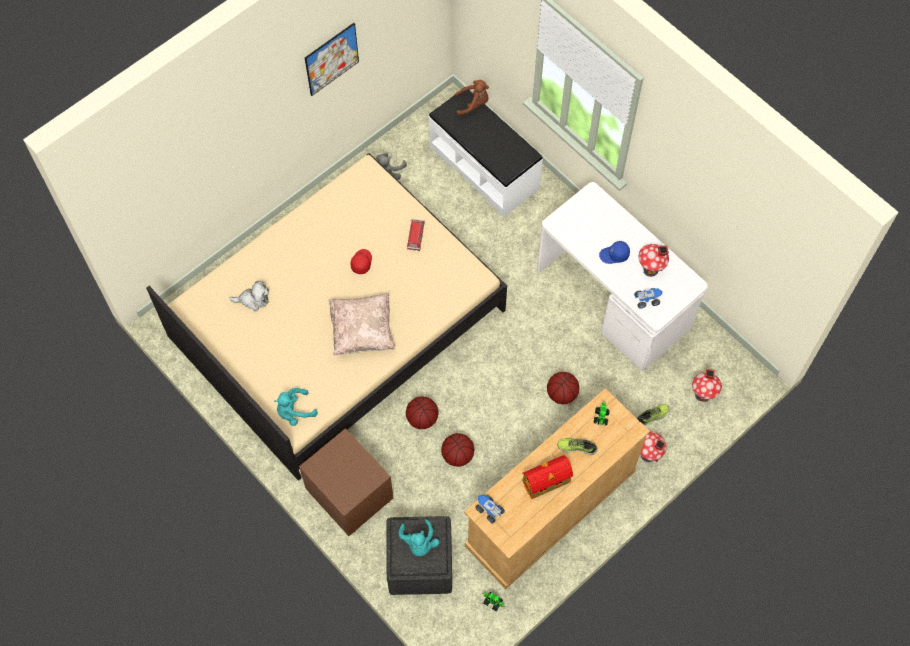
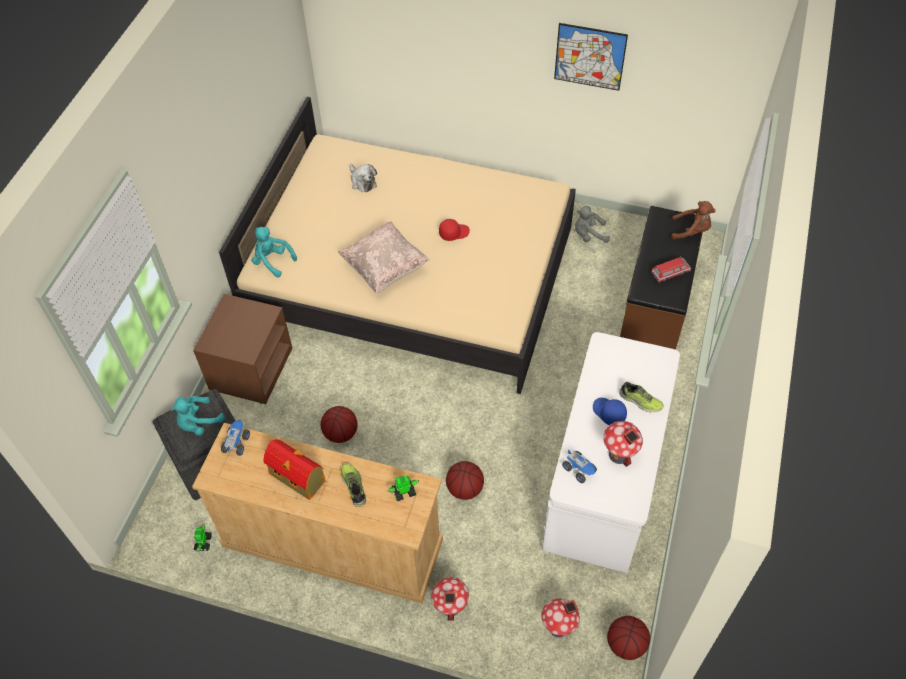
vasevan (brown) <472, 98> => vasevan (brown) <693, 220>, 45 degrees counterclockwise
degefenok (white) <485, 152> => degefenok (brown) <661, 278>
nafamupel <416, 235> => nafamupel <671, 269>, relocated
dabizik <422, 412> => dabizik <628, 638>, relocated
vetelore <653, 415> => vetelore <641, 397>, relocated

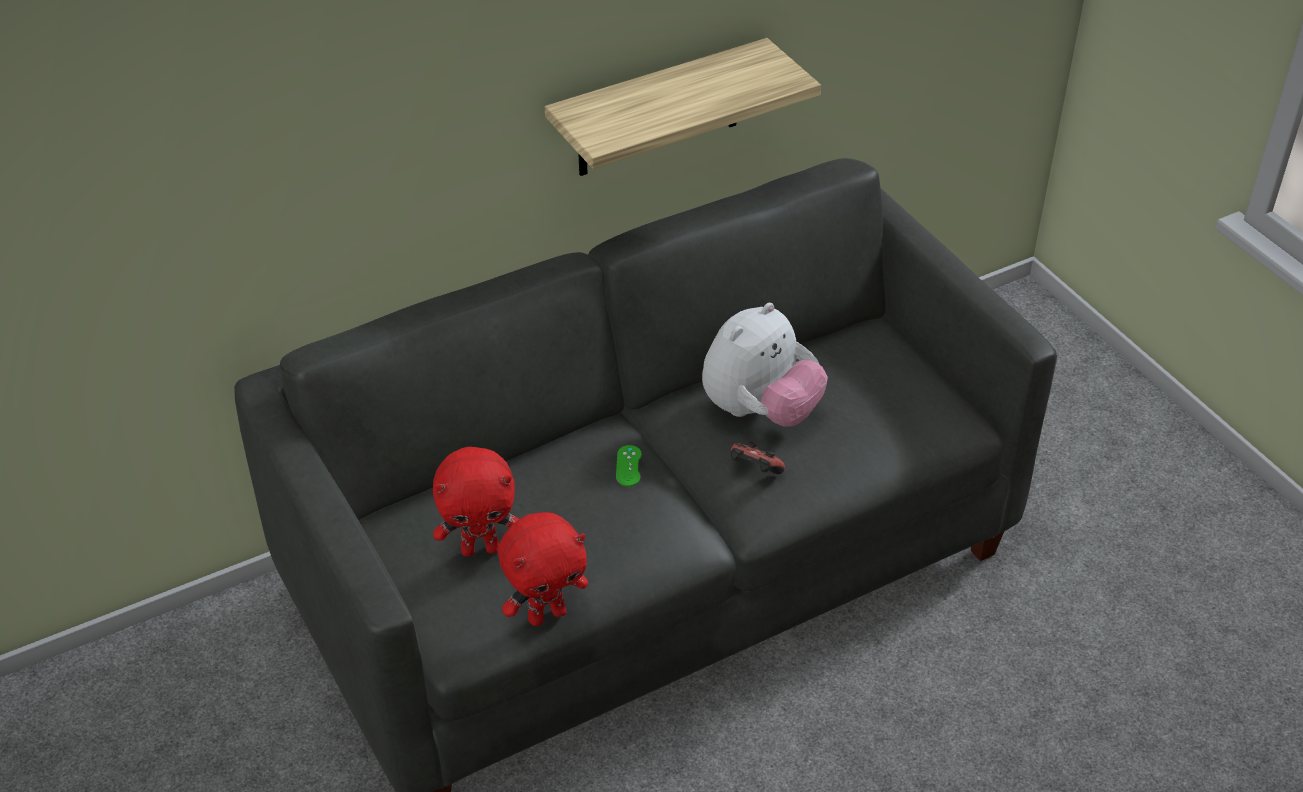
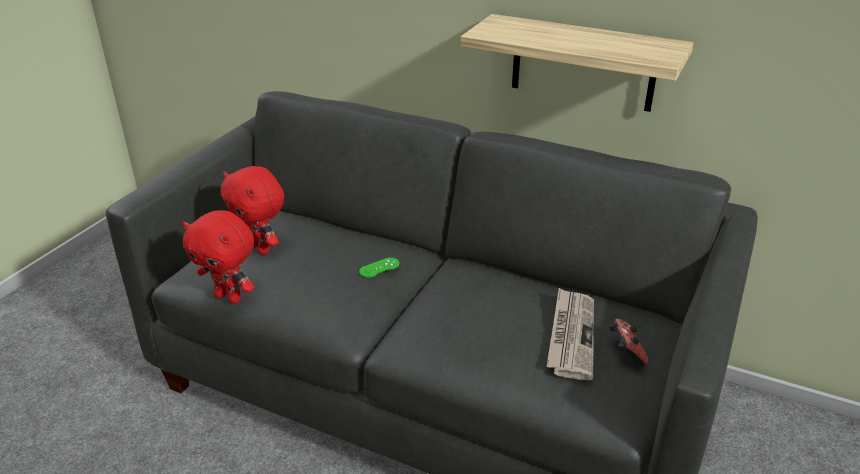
vasevan <765, 365> => nothing
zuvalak <758, 458> => zuvalak <628, 342>, relocated
nothing => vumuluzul <570, 334>

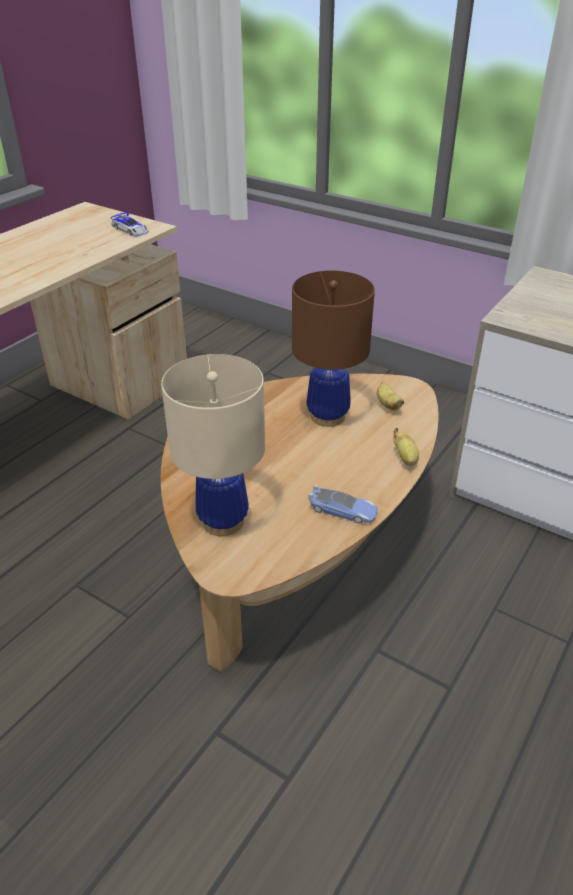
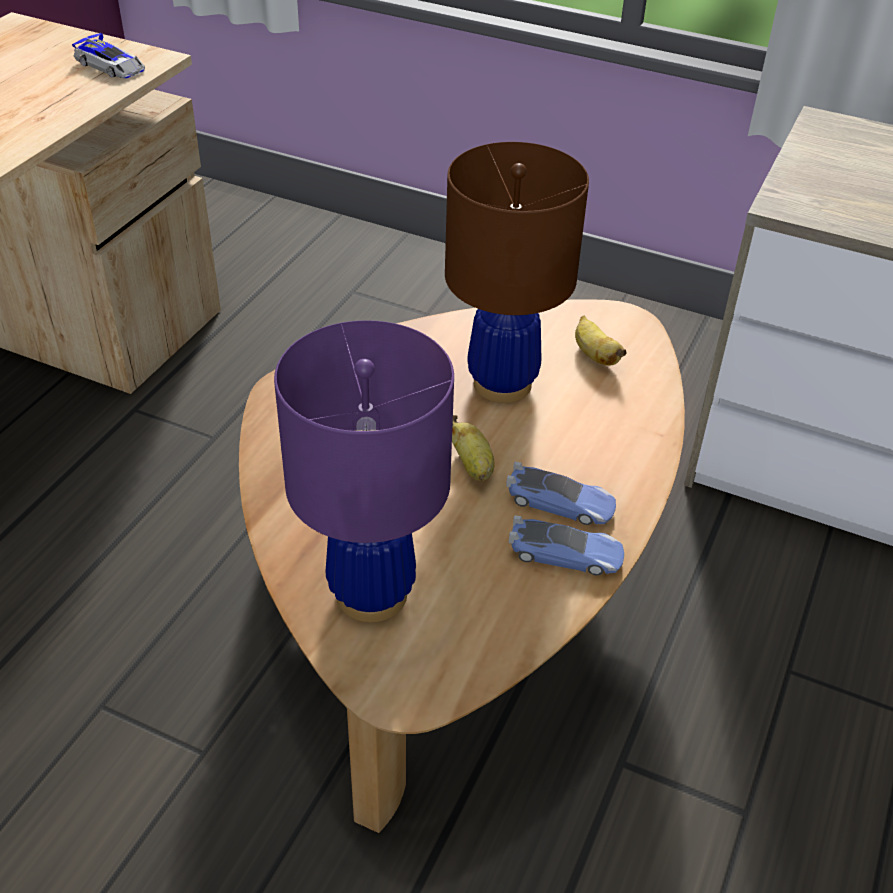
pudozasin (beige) <213, 445> => pudozasin (purple) <364, 471>
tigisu <406, 447> => tigisu <473, 448>, relocated
nothing => nafamupel <561, 493>

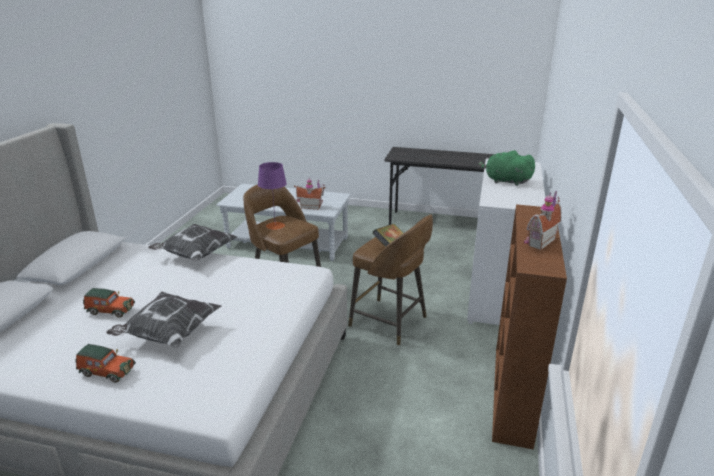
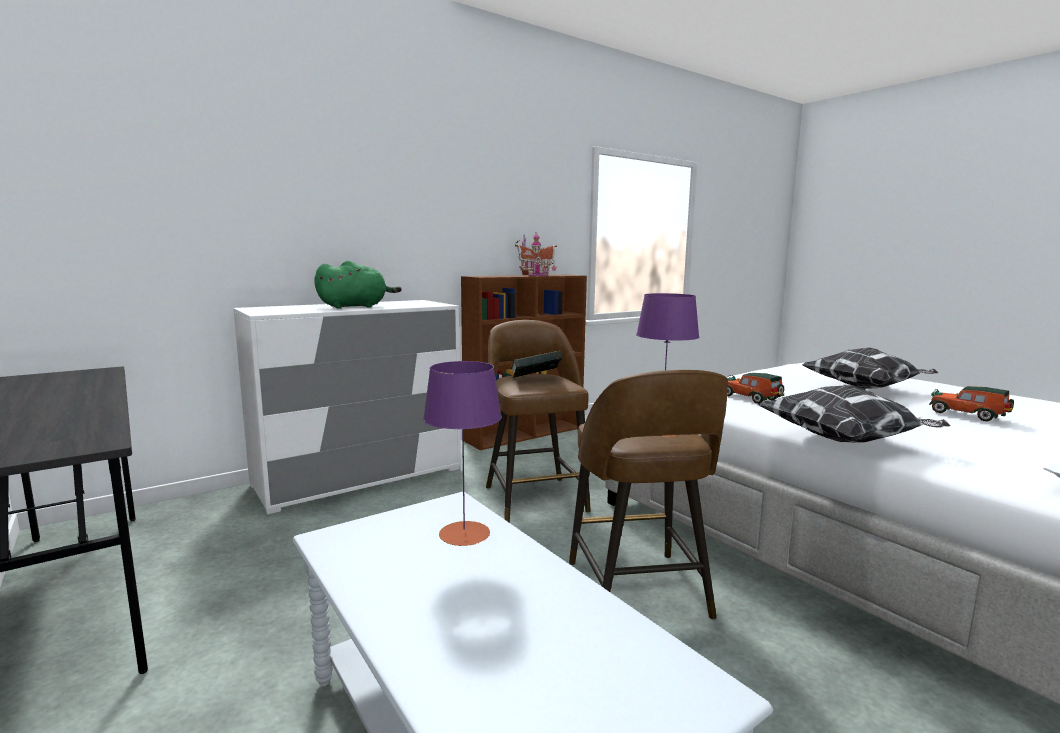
vasevan (green) <507, 168> => vasevan (green) <358, 285>, 90 degrees counterclockwise
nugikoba <310, 193> => pudozasin (purple) <462, 453>
nafamupel <106, 363> => nafamupel <755, 388>, relocated

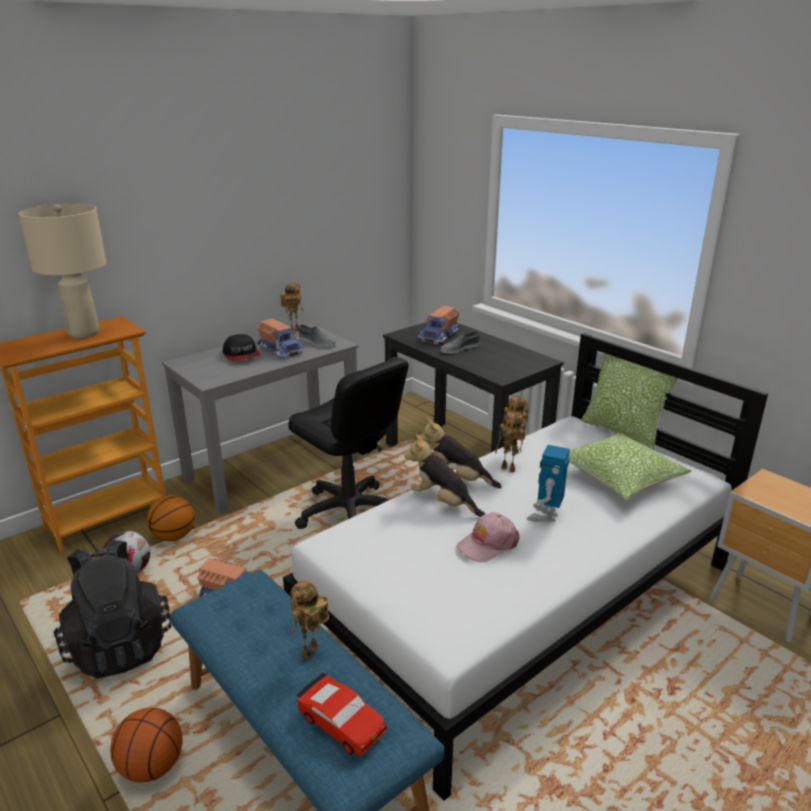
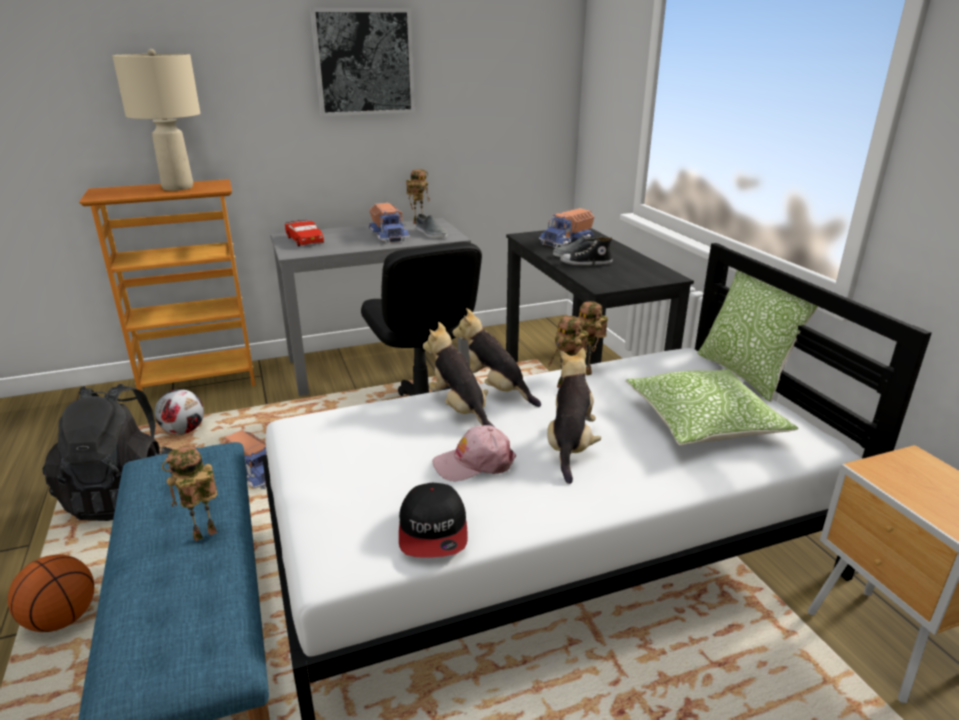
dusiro <241, 347> => dusiro <433, 520>, relocated
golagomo <548, 483> => vasevan <574, 416>
dabizik <171, 518> => nothing
nafamupel (red) <341, 714> => nafamupel (red) <304, 233>, relocated
nothing => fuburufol <362, 62>
nothing => vetelore <586, 251>

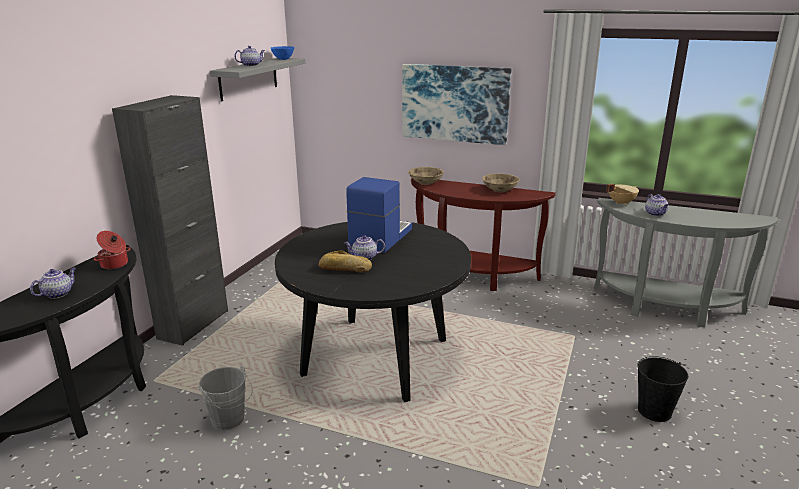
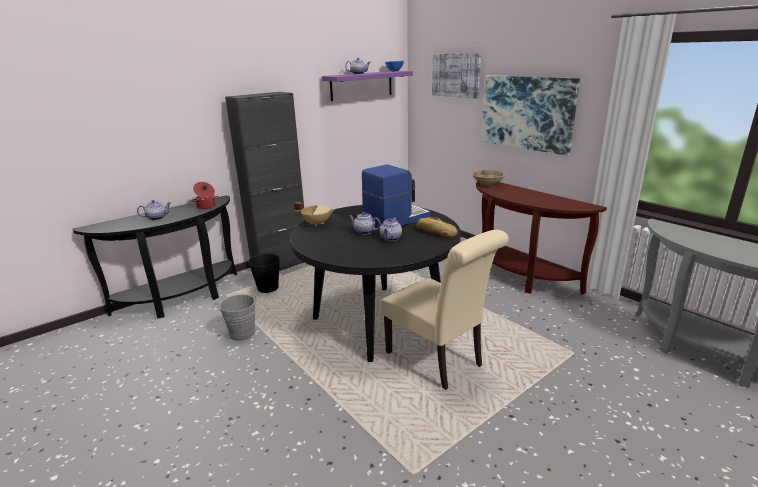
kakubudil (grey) <258, 79> => kakubudil (purple) <367, 86>
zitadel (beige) <500, 182> => nothing
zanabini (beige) <622, 194> => zanabini (beige) <314, 214>, relocated
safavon <657, 205> => safavon <391, 229>, relocated
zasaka <345, 261> => zasaka <437, 227>, relocated
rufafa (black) <662, 389> => rufafa (black) <264, 273>, relocated
nothing => fuburufol <456, 76>
nothing => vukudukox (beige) <444, 310>

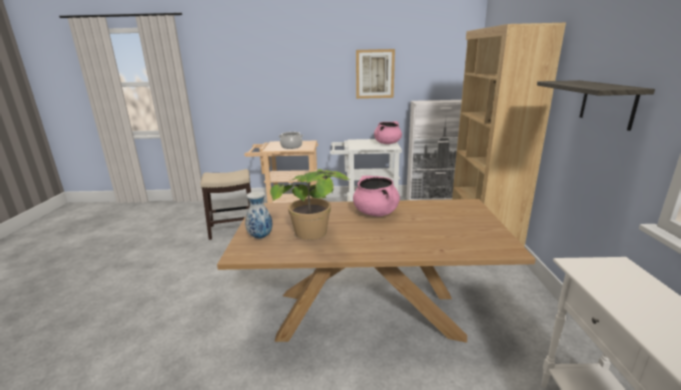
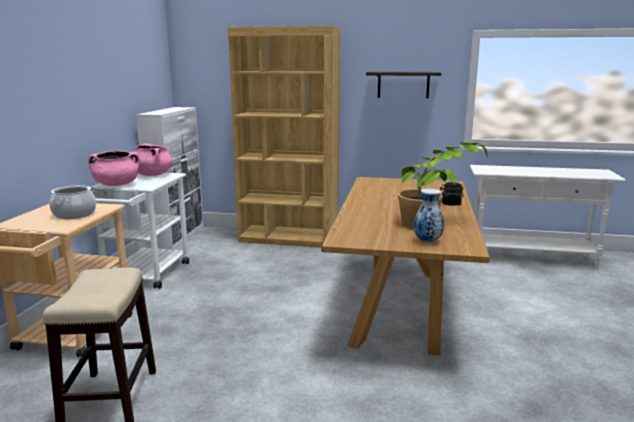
fuburufol <375, 74> => nothing
zanabini (pink) <376, 196> => zanabini (pink) <114, 168>, relocated
nothing => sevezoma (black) <452, 194>

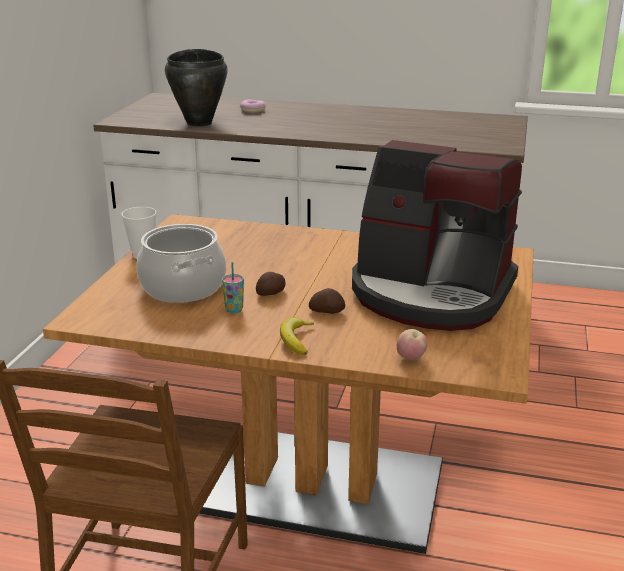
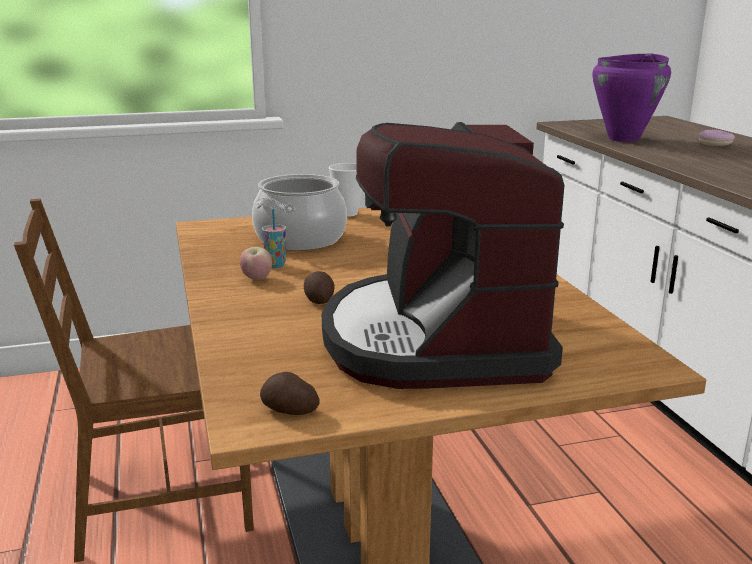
zanabini (black) <196, 87> => zanabini (purple) <631, 97>
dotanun <271, 284> => dotanun <290, 393>, relocated
tigisu <297, 336> => nothing
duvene <412, 344> => duvene <256, 263>, relocated

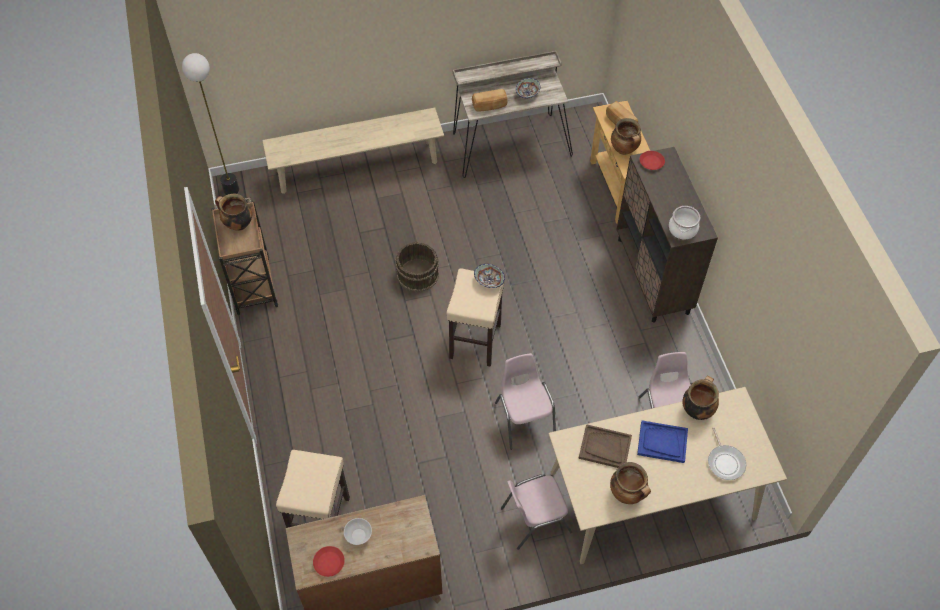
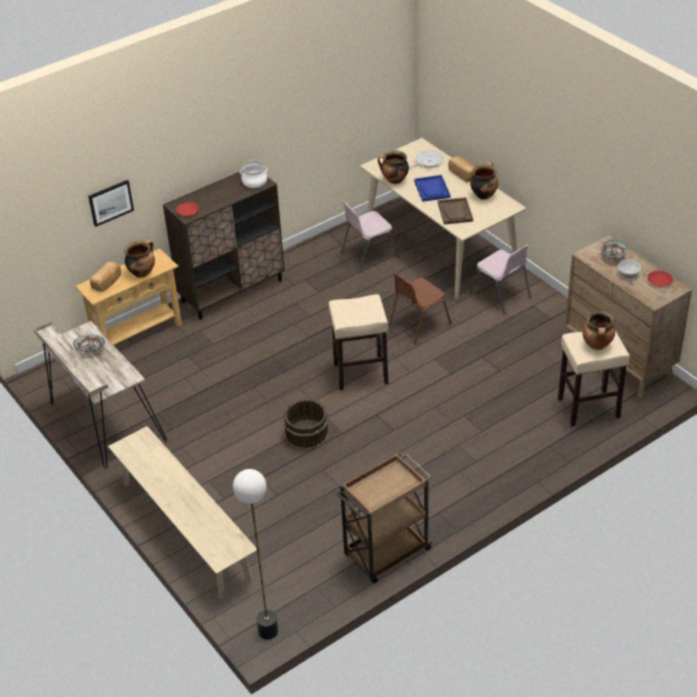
zasaka <490, 100> => zasaka <461, 169>, relocated
zanabini <233, 212> => zanabini <599, 330>, relocated
zitadel <489, 276> => zitadel <614, 250>, relocated
vukudukox (pink) <525, 401> => vukudukox (brown) <420, 308>
nothing => fuburufol <111, 203>

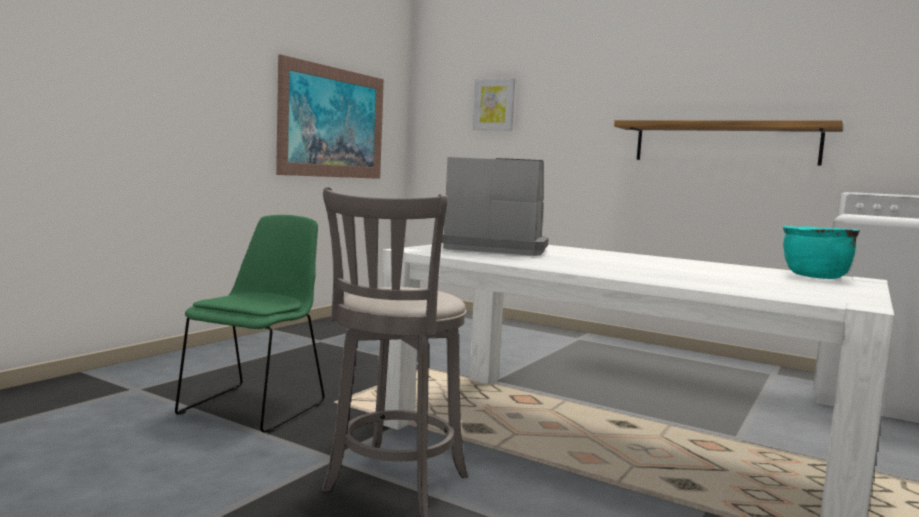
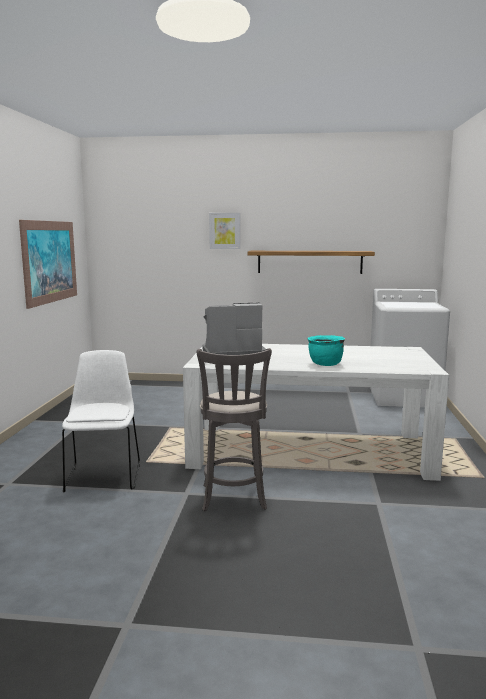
fuburufol <494, 104> => fuburufol <224, 231>, relocated
vukudukox (green) <250, 324> => vukudukox (white) <101, 421>
zanabini (turquoise) <821, 252> => zanabini (turquoise) <326, 350>, relocated

